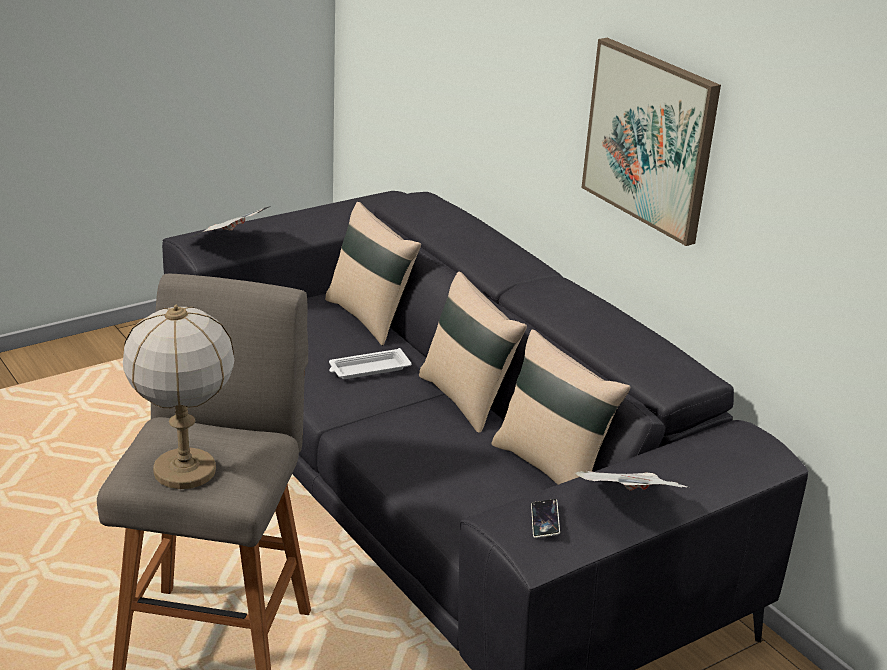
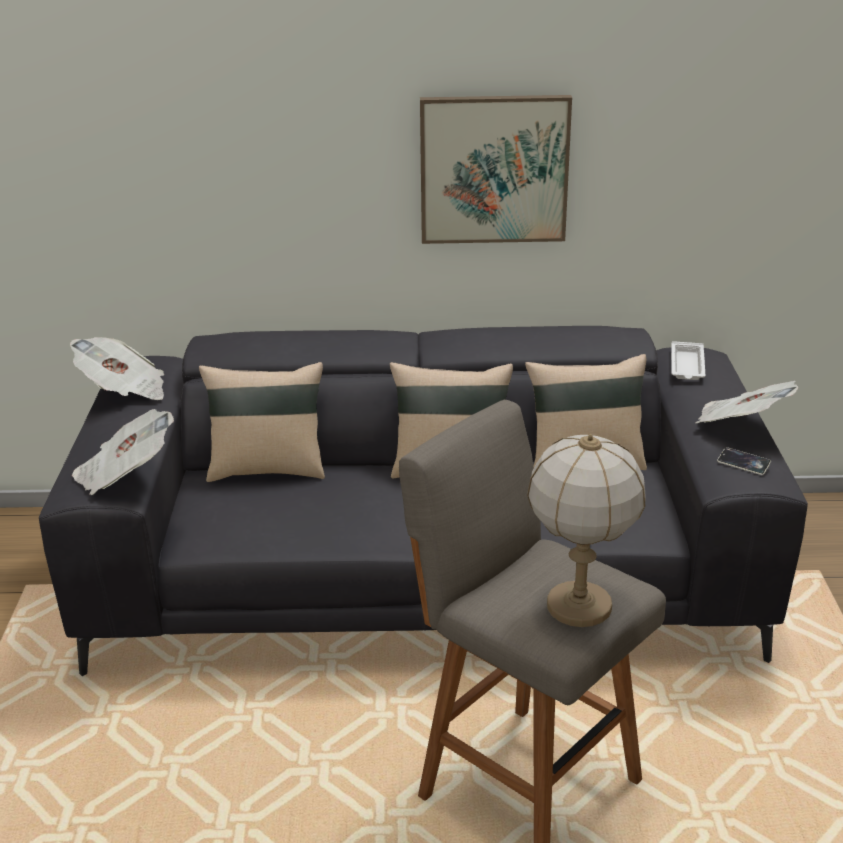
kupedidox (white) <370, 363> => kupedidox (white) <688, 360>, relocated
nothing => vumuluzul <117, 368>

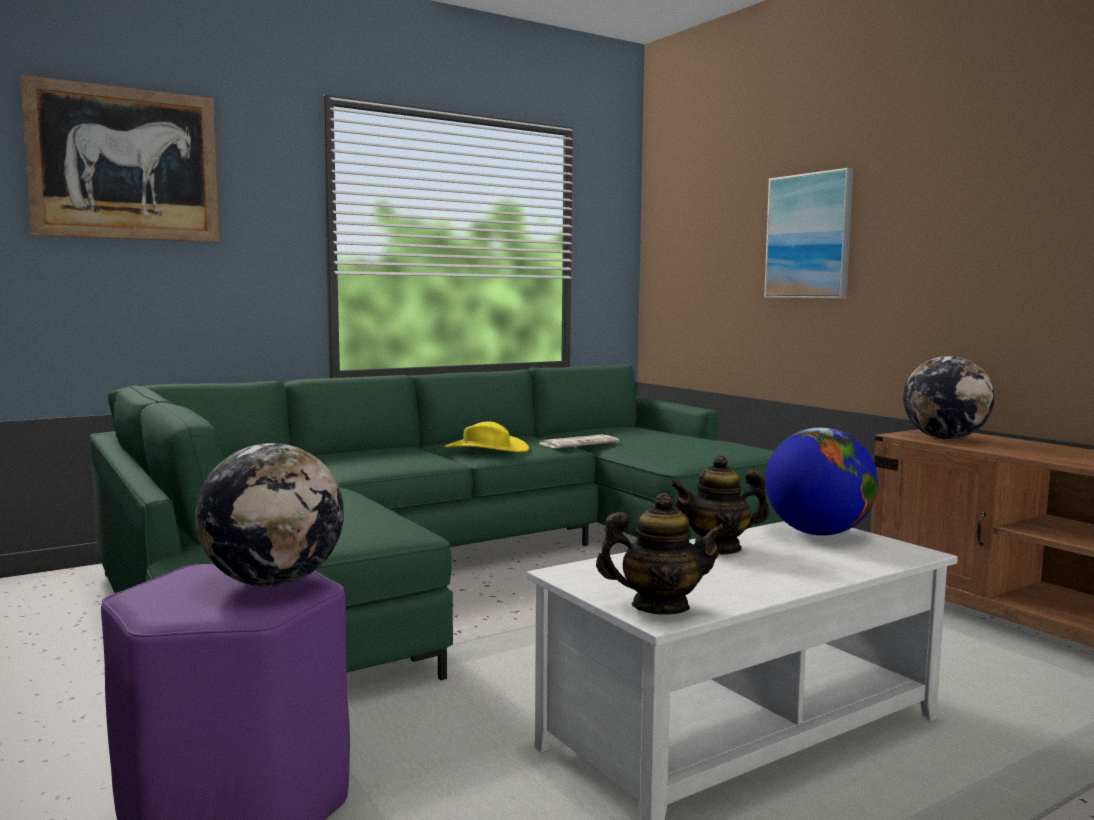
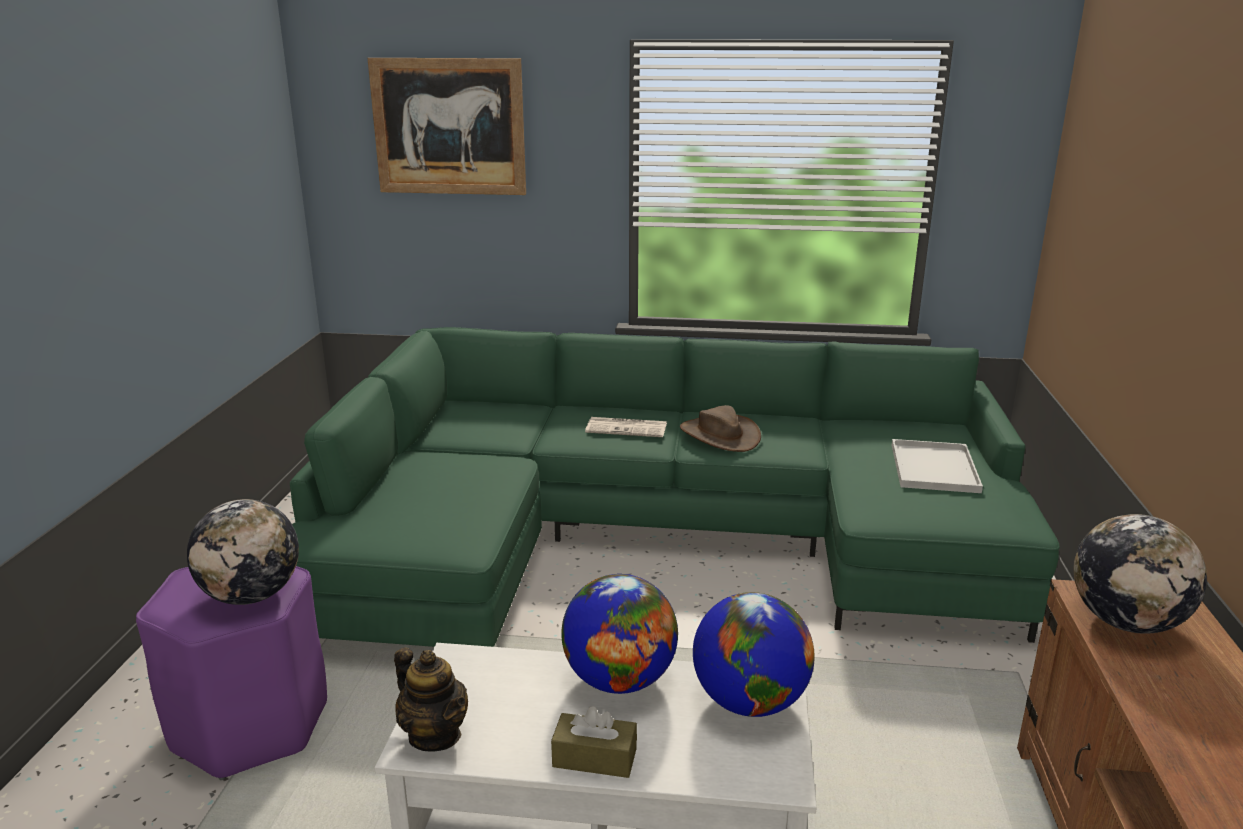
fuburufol <808, 233> => nothing
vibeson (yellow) <486, 436> => vibeson (brown) <720, 428>
vumuluzul <578, 441> => vumuluzul <626, 427>, relocated
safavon <720, 505> => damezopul <619, 634>
nothing => kupedidox (white) <937, 466>
nothing => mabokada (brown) <594, 742>

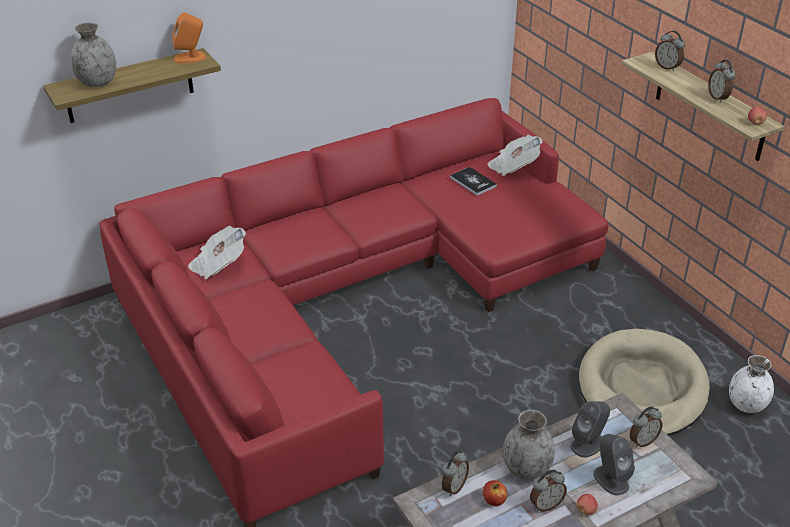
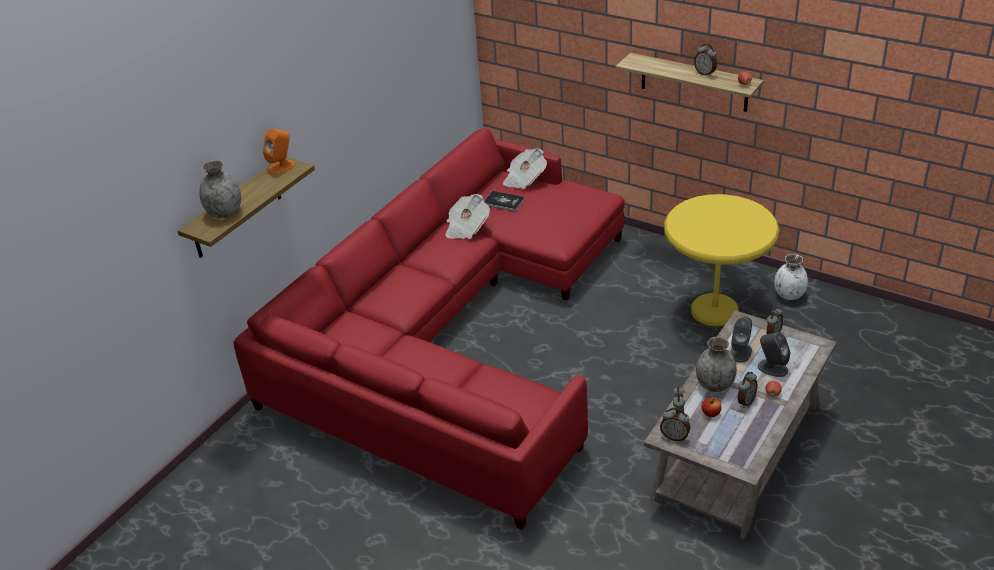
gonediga <670, 51> => gonediga <675, 424>, relocated
vumuluzul <217, 252> => vumuluzul <467, 216>, relocated
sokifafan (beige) <644, 382> => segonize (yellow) <721, 260>

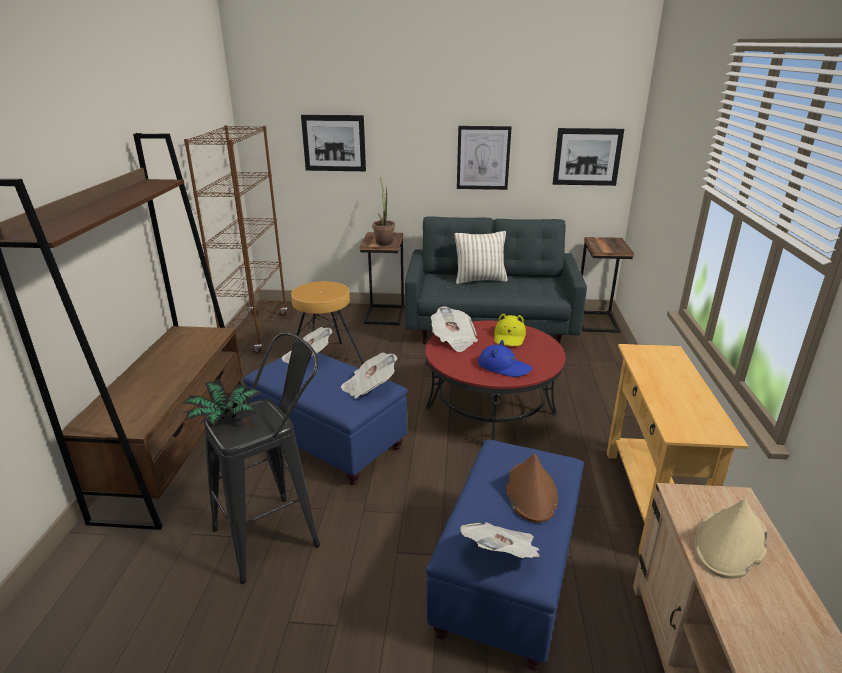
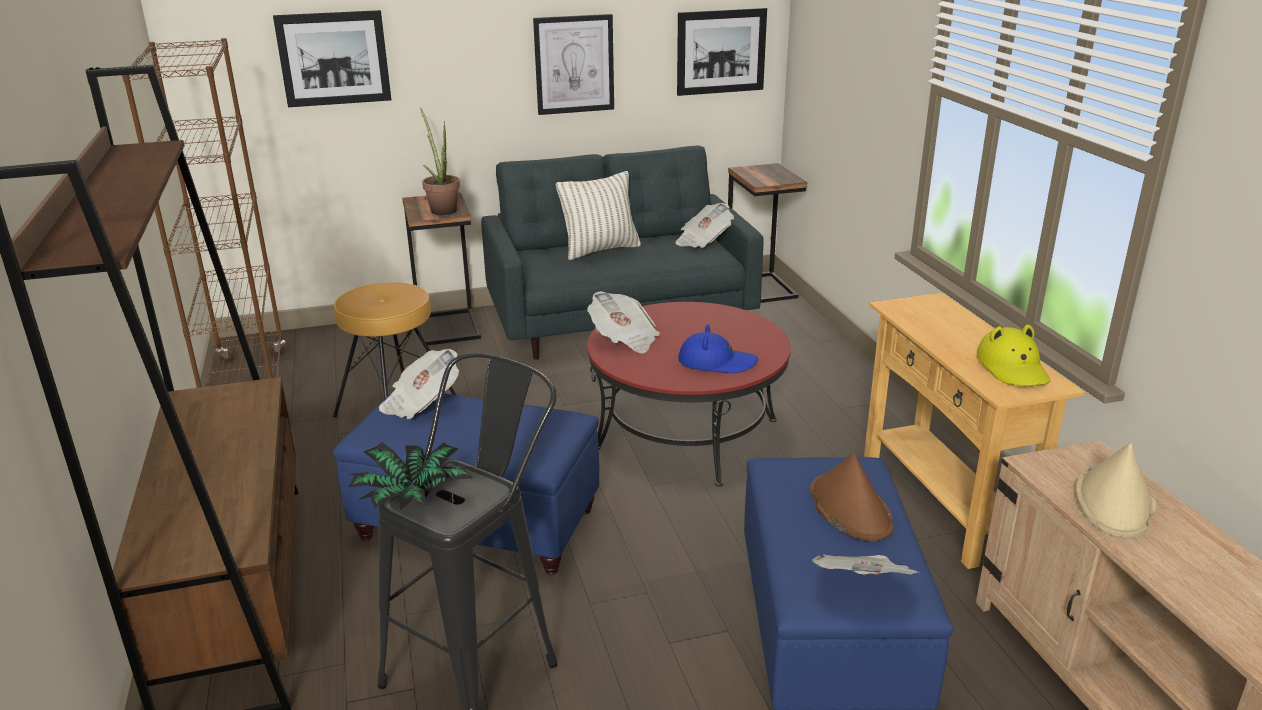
vibeson (yellow) <510, 329> => vibeson (yellow) <1014, 355>, relocated
vumuluzul <369, 375> => vumuluzul <704, 225>, relocated

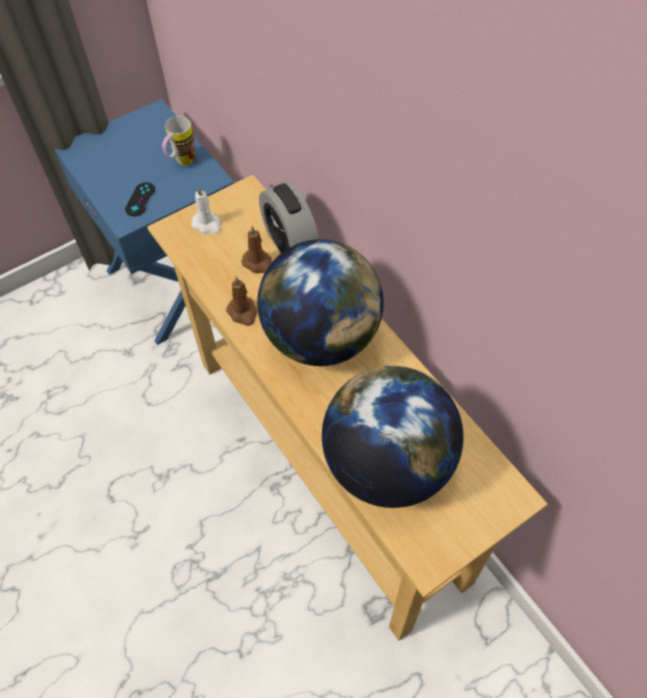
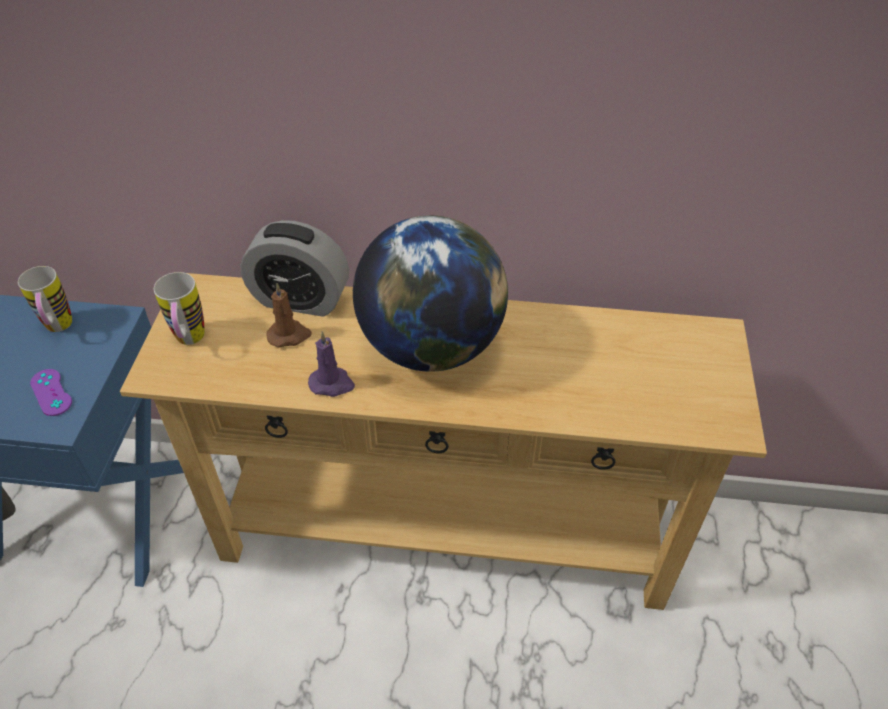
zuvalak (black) <140, 199> => zuvalak (purple) <51, 392>
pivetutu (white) <206, 210> => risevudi <179, 308>
pivetutu (brown) <241, 301> => pivetutu (purple) <331, 364>
damezopul <392, 437> => nothing

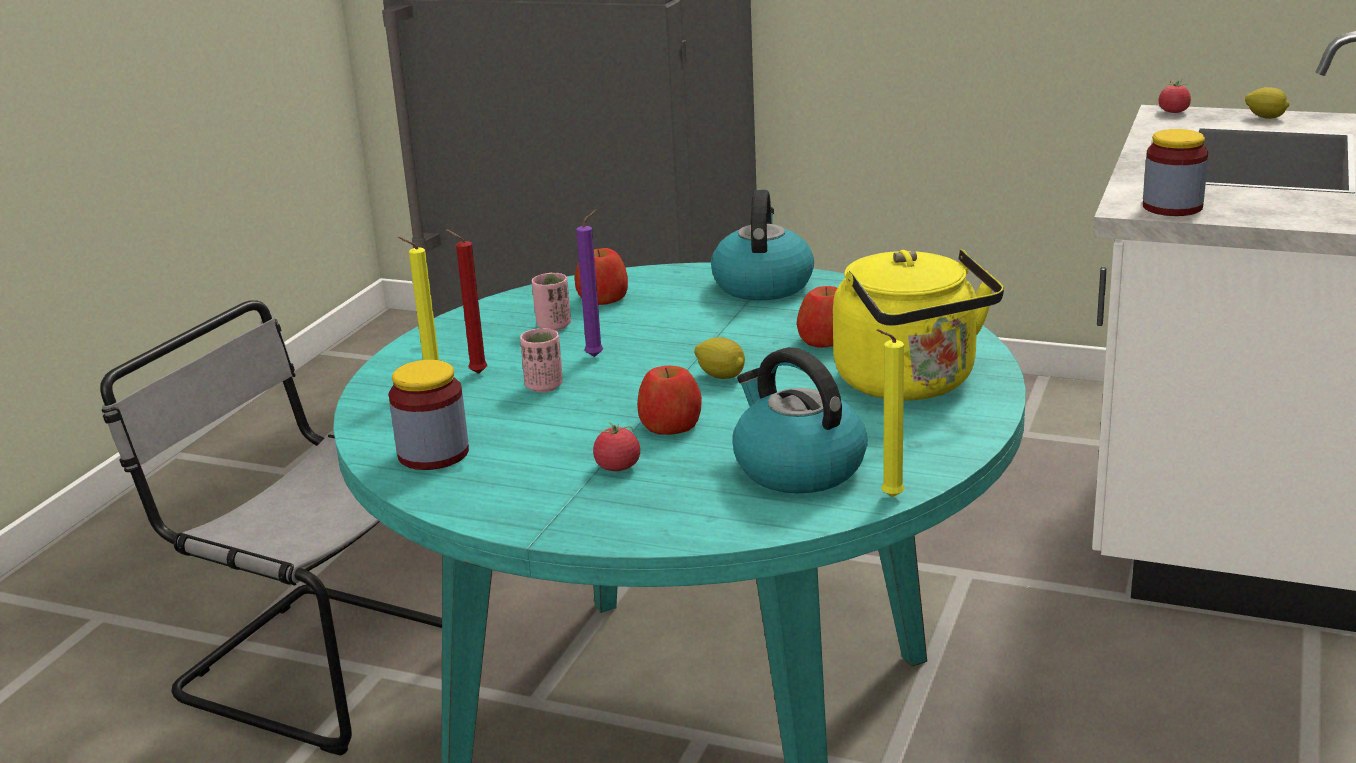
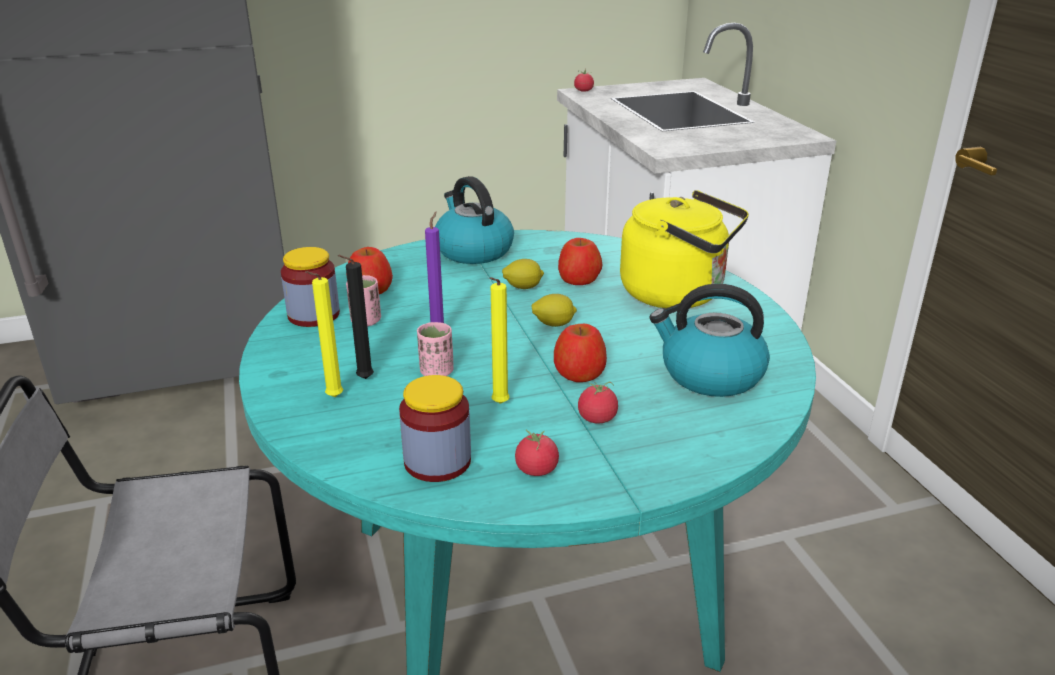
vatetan <1267, 103> => vatetan <523, 274>, relocated
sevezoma <1175, 172> => sevezoma <310, 287>, relocated
pivetutu (red) <466, 301> => pivetutu (black) <356, 317>
pivetutu (yellow) <890, 413> => pivetutu (yellow) <500, 340>, relocated
nothing => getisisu <537, 453>

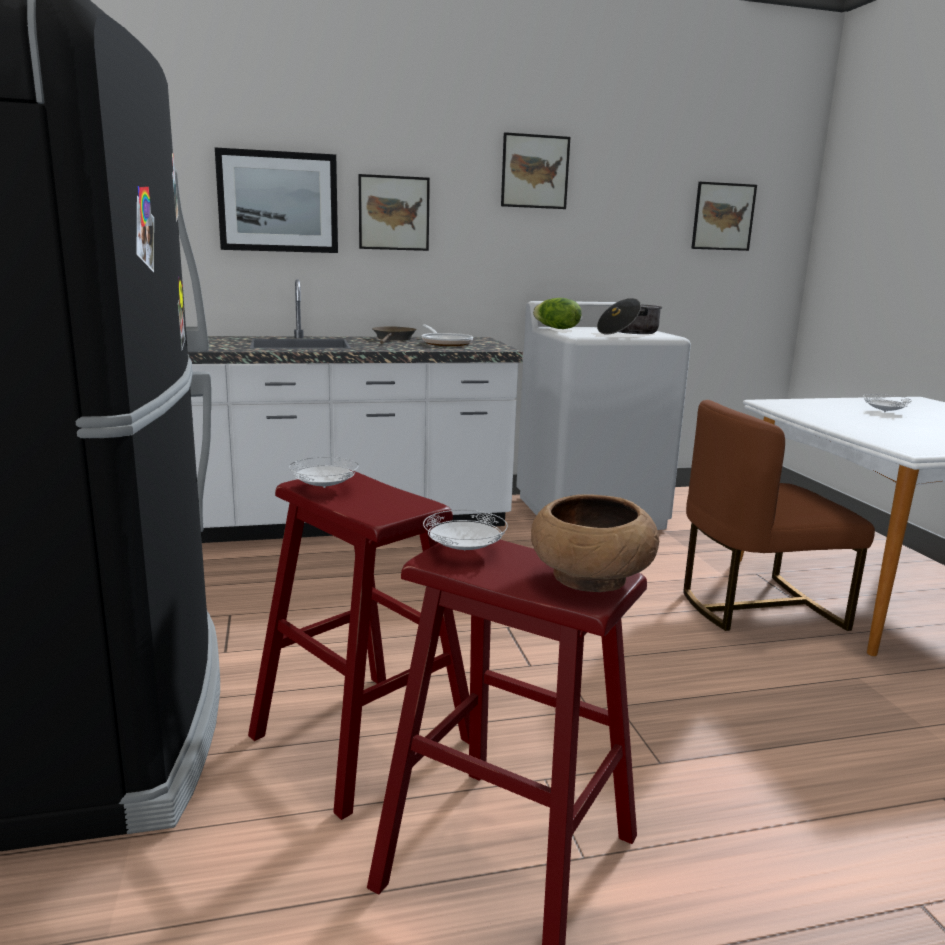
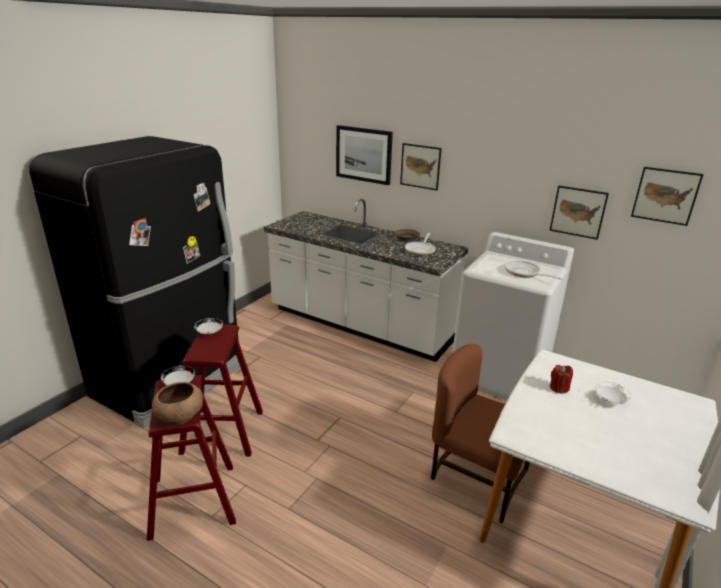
fuburufol <535, 170> => fuburufol <579, 213>, relocated
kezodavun <557, 313> => nothing
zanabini <629, 316> => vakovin <534, 270>
nothing => pivetutu (red) <561, 379>

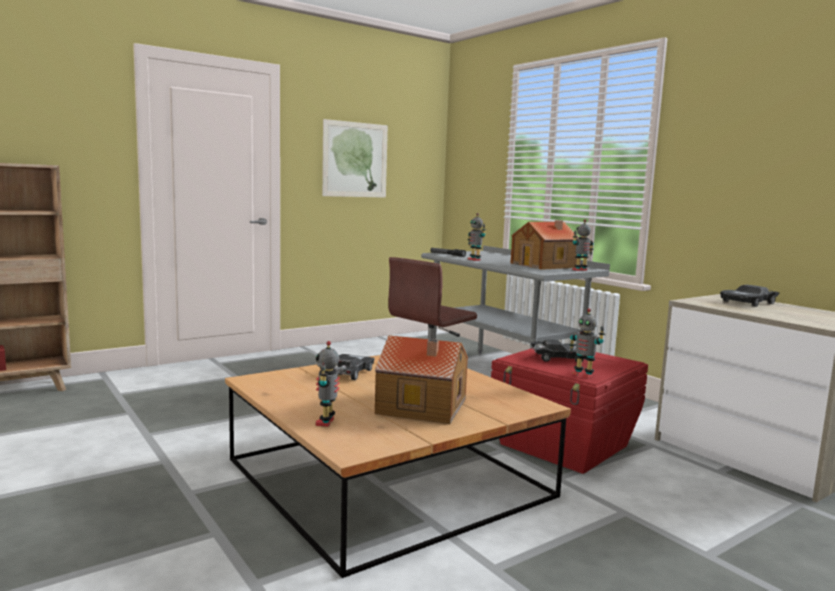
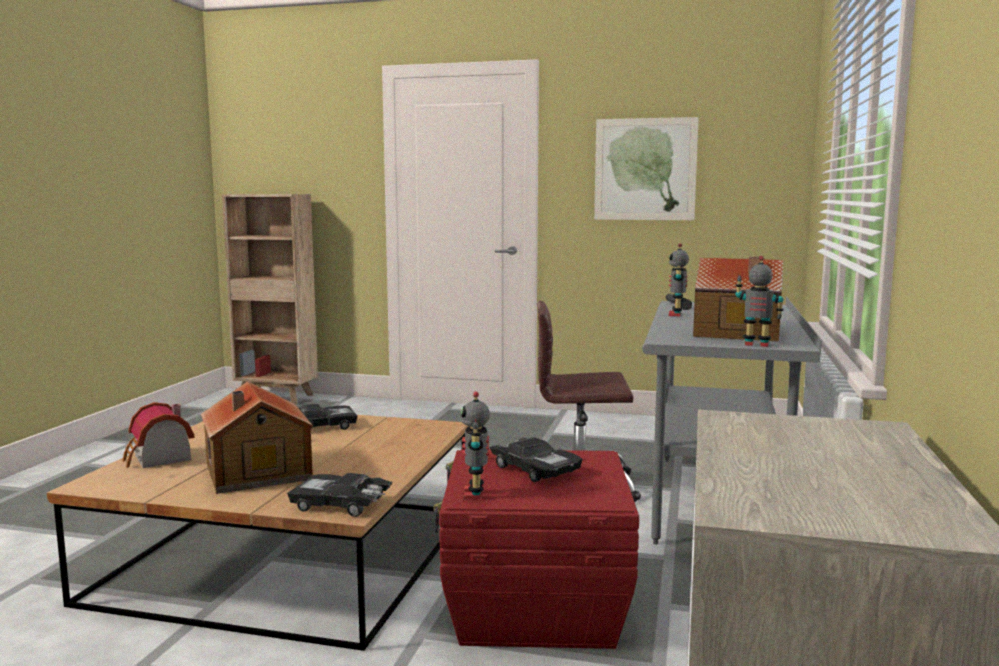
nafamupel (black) <750, 296> => nafamupel (black) <340, 495>, relocated
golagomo <327, 384> => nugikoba <158, 435>

